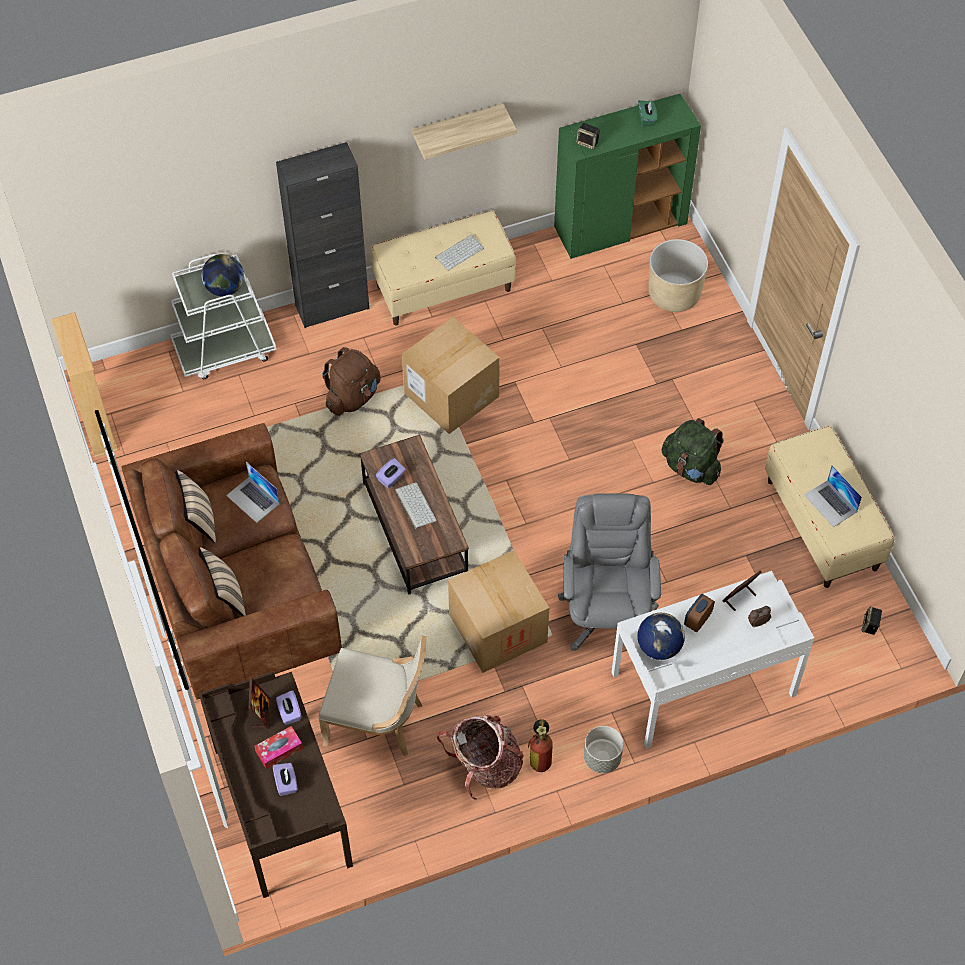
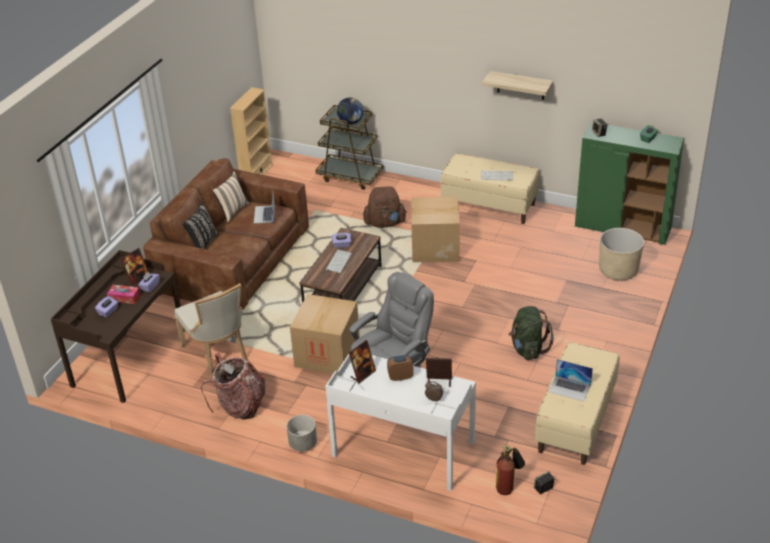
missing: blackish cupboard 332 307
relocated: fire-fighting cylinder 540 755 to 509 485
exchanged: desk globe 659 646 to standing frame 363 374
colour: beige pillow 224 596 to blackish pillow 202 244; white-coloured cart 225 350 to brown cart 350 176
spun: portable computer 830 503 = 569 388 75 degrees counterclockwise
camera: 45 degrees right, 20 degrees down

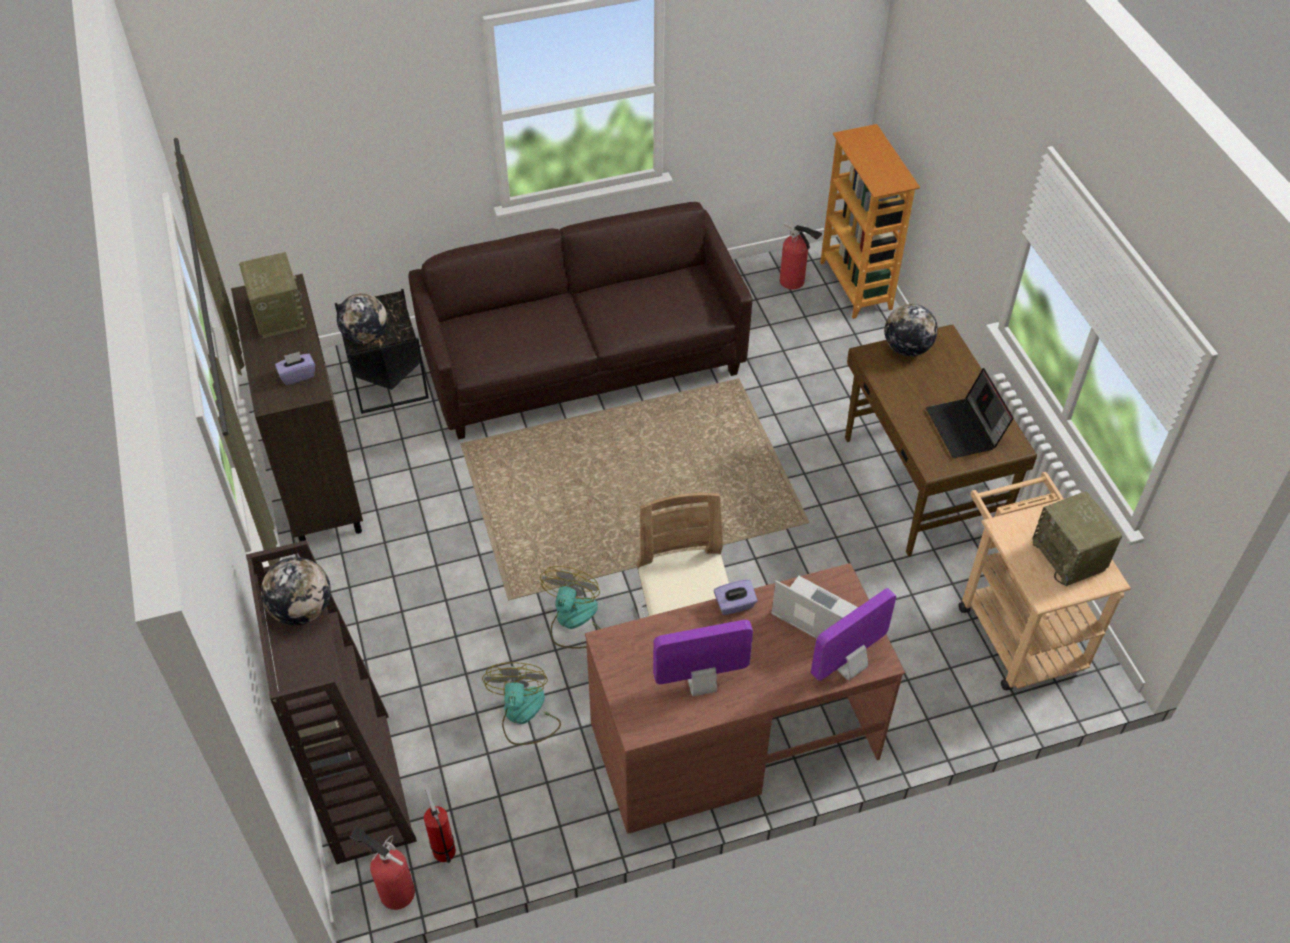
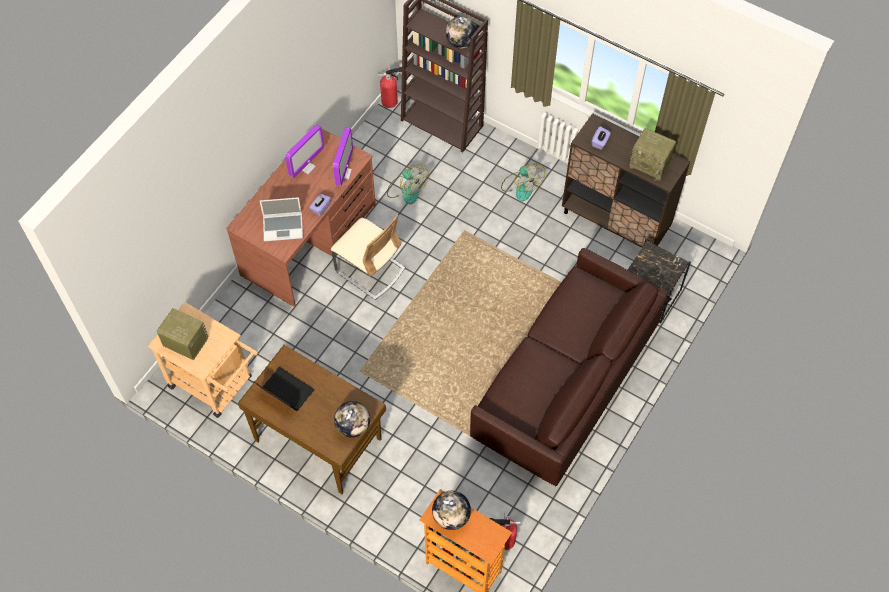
missing: fire-fighting cylinder 443 848
relocated: monitor 848 666 to 343 173; desk globe 365 336 to 451 516; fan 573 621 to 521 186
camera: 140 degrees right, 10 degrees up

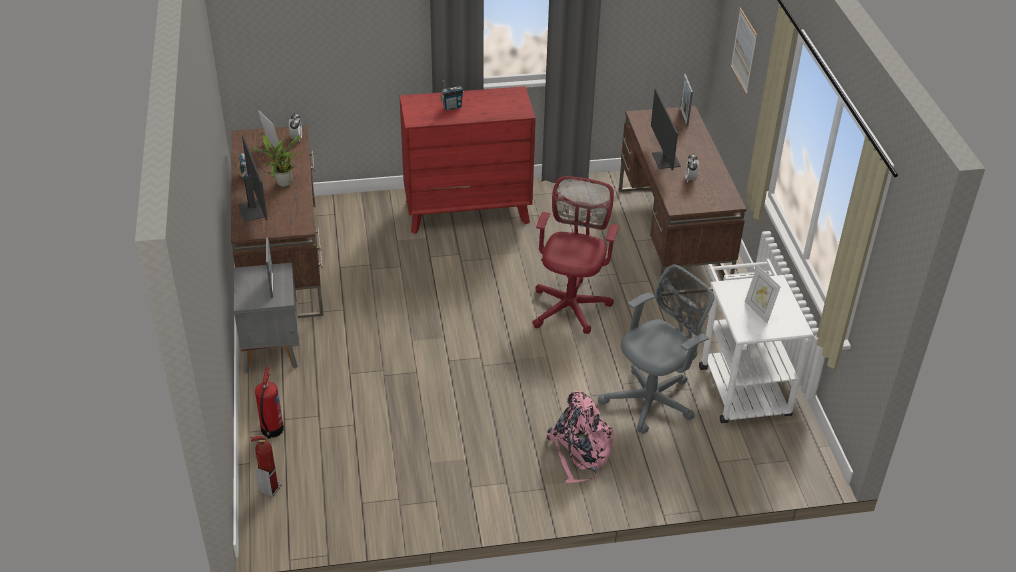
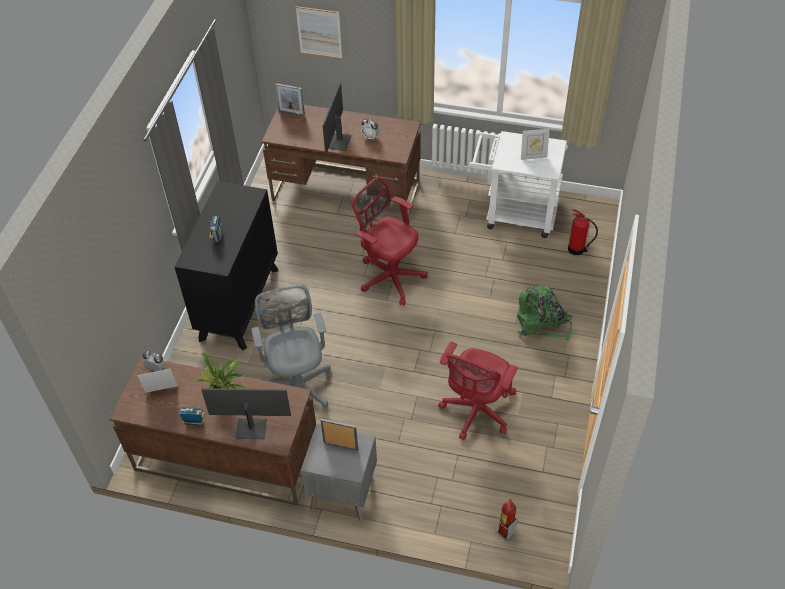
appeared: red-coloured office chair 476 412
relocated: grey office chair 653 399 to 298 385; fire-fighting cylinder 271 430 to 577 250
colour: red-coloured chest of drawers 467 212 to blackish chest of drawers 239 303; pinkish rucksack 580 452 to greenish rucksack 542 322
spun: monitor 665 160 = 339 142 90 degrees clockwise
camera: 65 degrees left, 10 degrees up

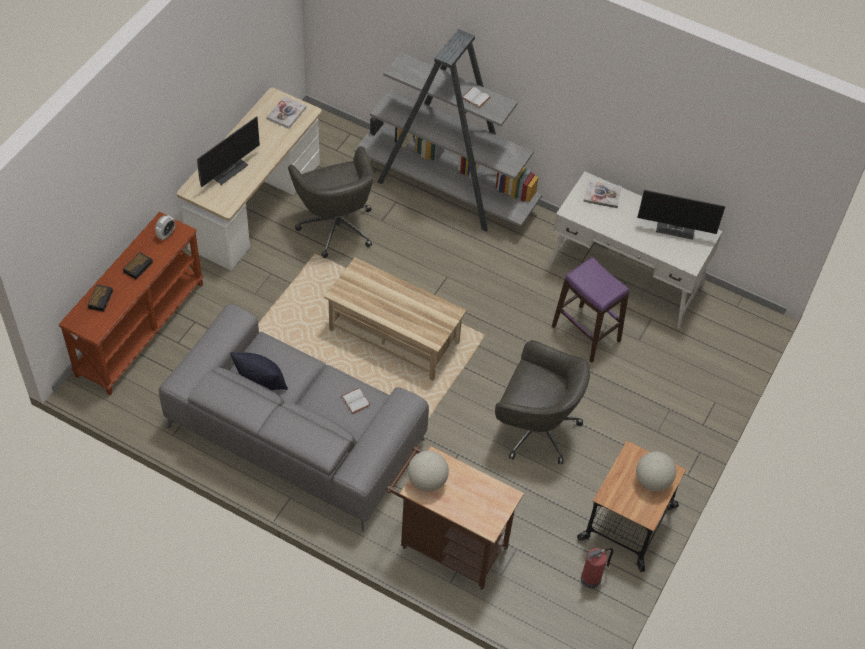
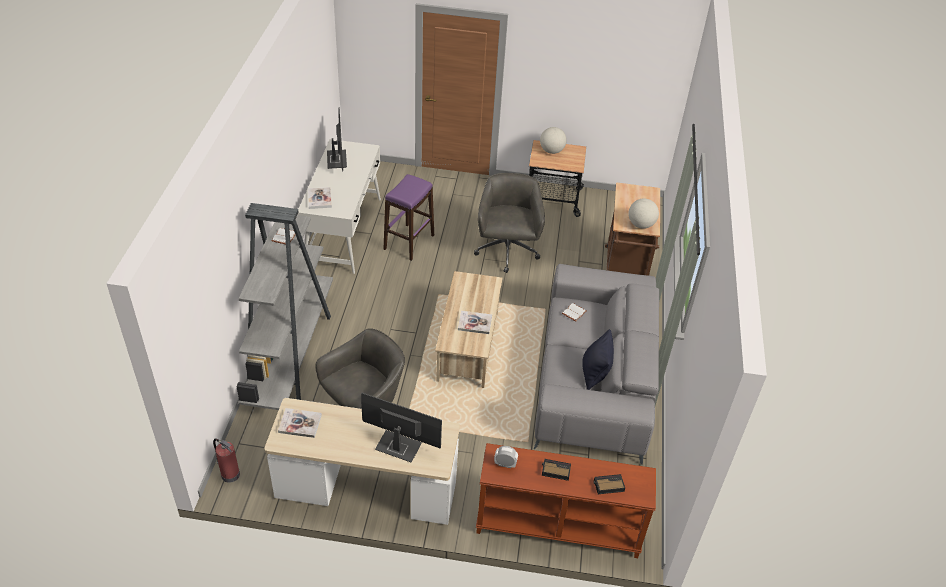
appeared: volume 475 323
relocated: fire-fighting cylinder 592 578 to 229 474
camera: 110 degrees left, 10 degrees down

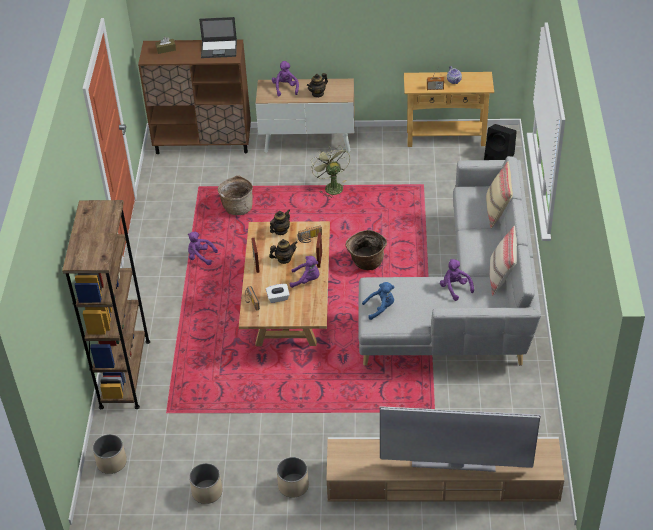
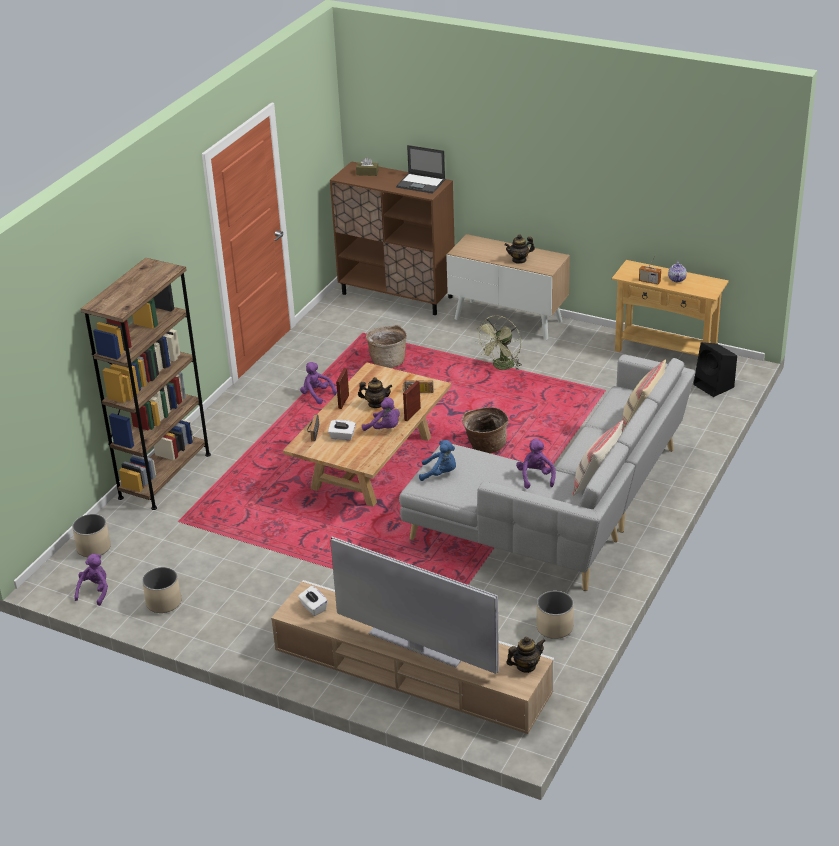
appeared: white-coloured box of tissues 313 608
relocated: purple-coloured plush toy 285 88 to 95 591; teapot 280 231 to 526 666; beige planter 293 485 to 554 627
spun: greenish fan 331 186 = 501 367 150 degrees counterclockwise
camera: 25 degrees right, 10 degrees down

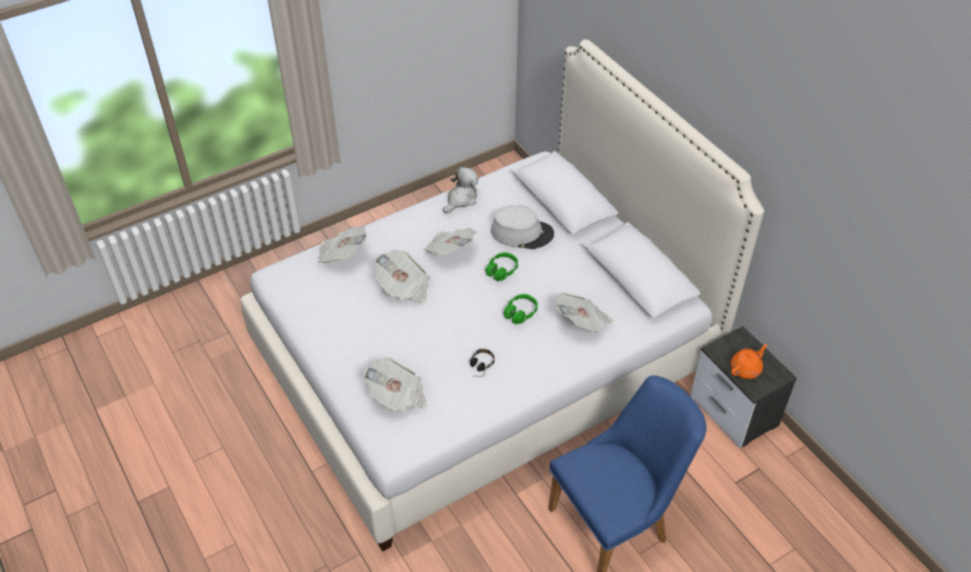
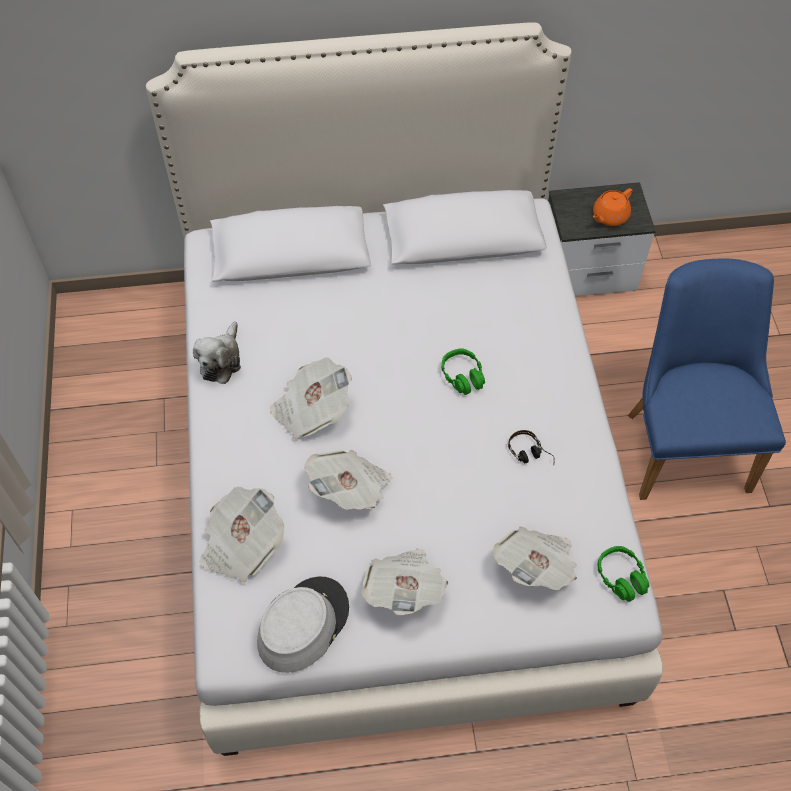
relocated: grey hat 522 233 to 302 624; daily paper 583 322 to 405 589; greenish pair of headphones 501 271 to 621 577
spun: plush toy 461 199 = 221 360 135 degrees counterclockwise; orange teapot 746 369 = 609 216 120 degrees counterclockwise
camera: 65 degrees left, 10 degrees up

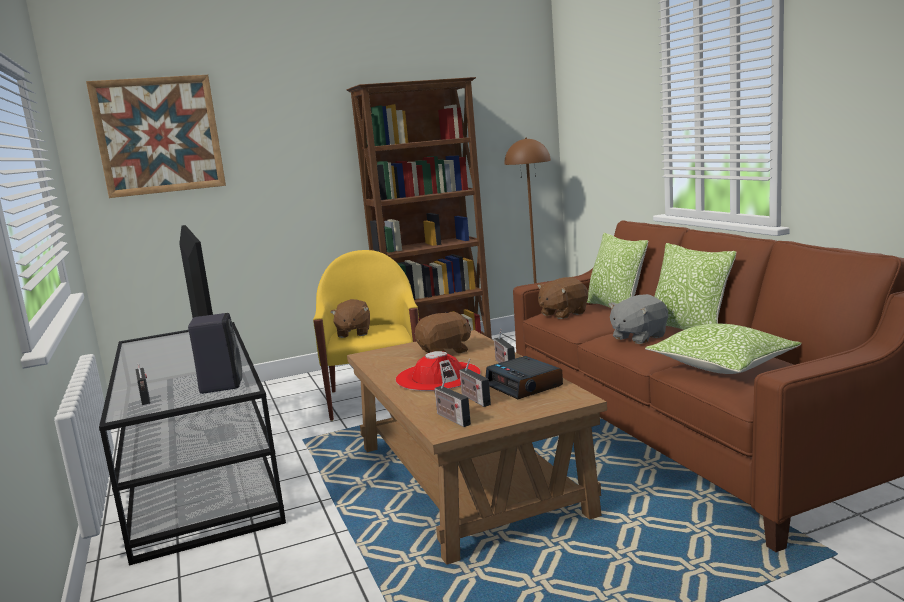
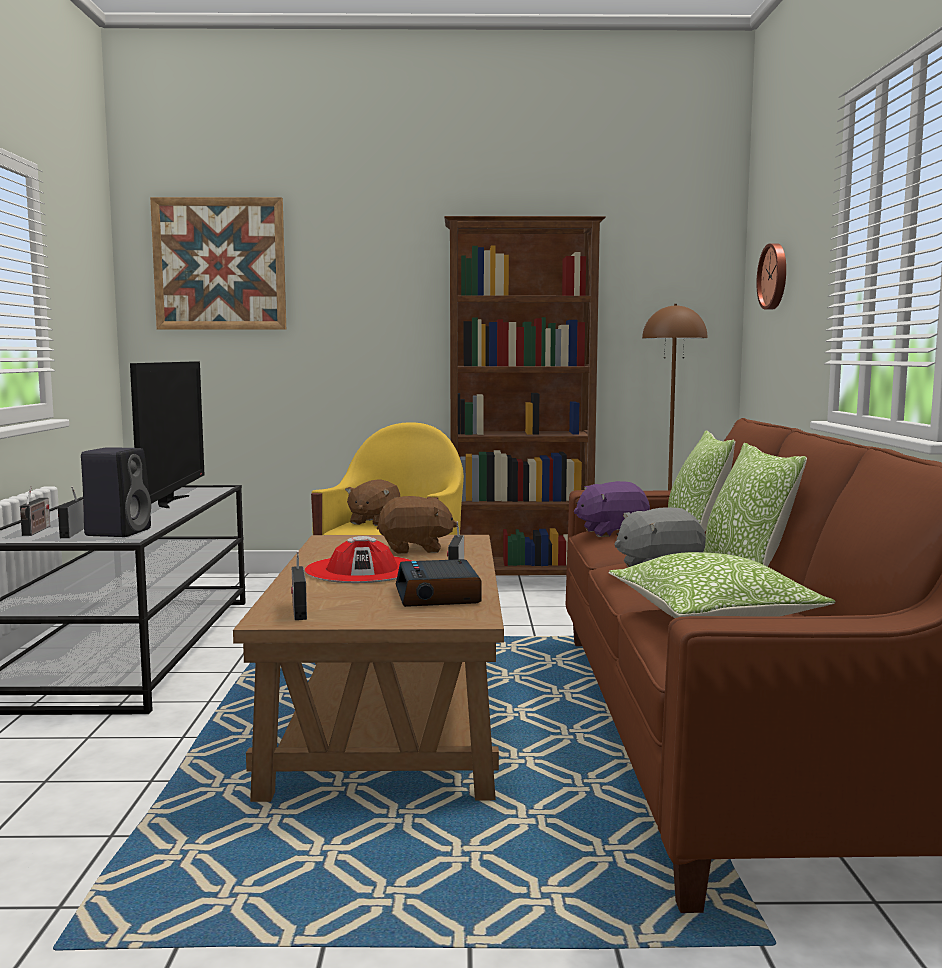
appeared: clock on the wall 775 276
relocated: radio 474 399 to 72 532
colour: brown plush toy 562 314 to purple-coloured plush toy 611 532
camera: 20 degrees right, 5 degrees down

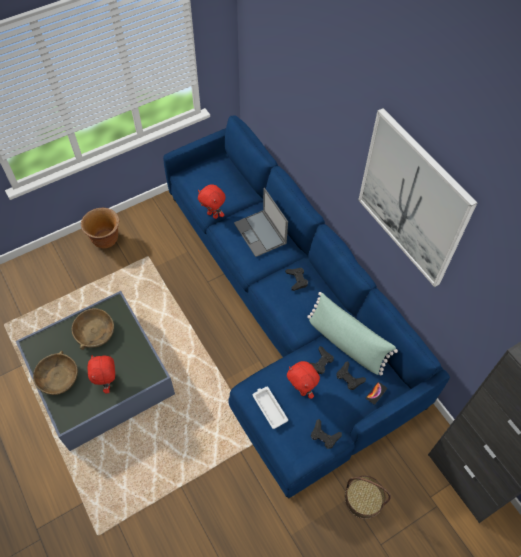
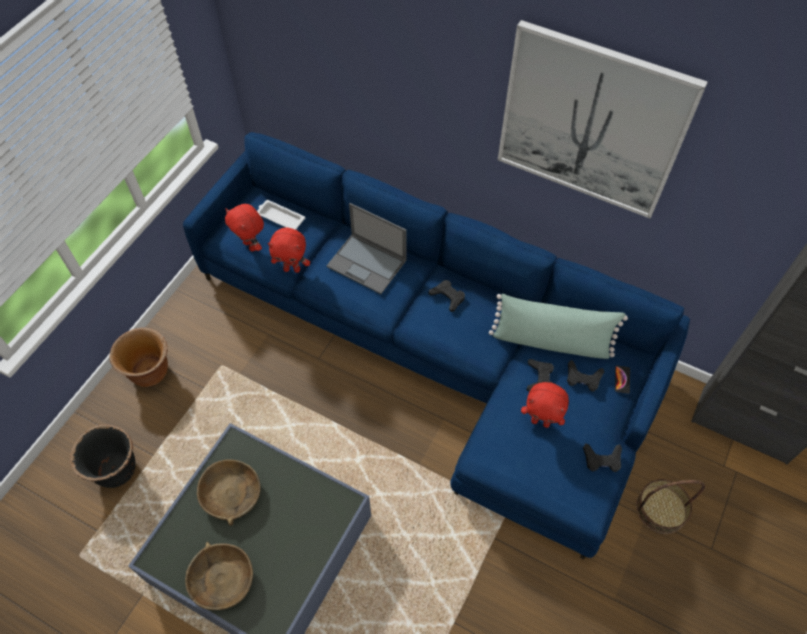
appeared: blackish planter 116 470
relocated: red-coloured plush toy 108 383 to 251 246; white-coloured serving tray 269 407 to 280 217
camera: 30 degrees left, 0 degrees up

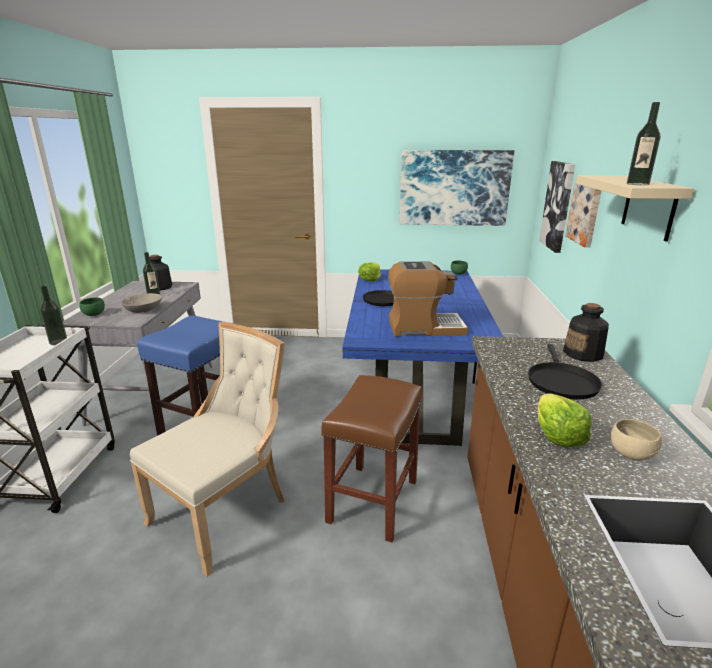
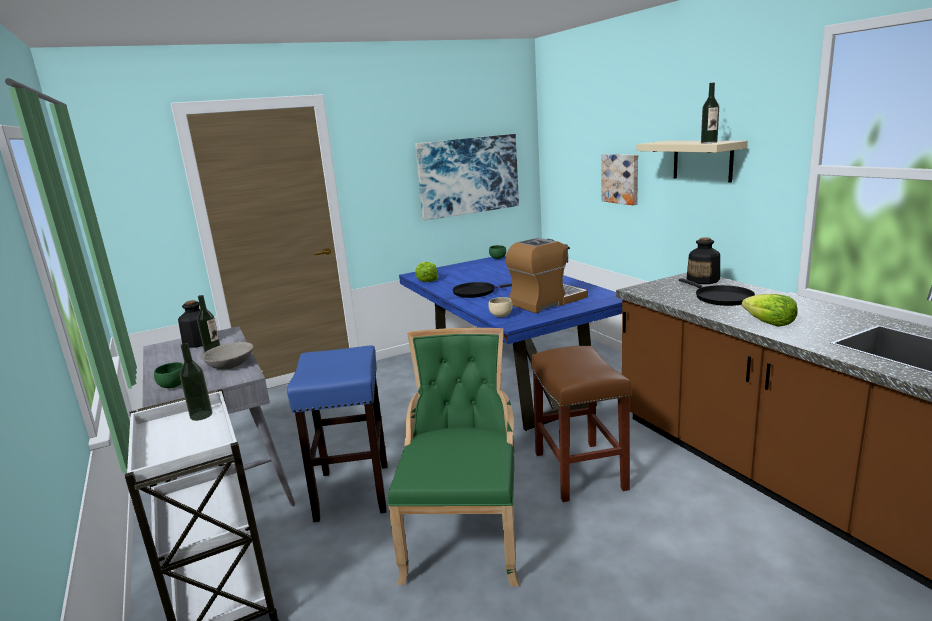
missing: picture 558 206
relocated: beige bowl 629 453 to 500 315
colour: beige upright chair 225 511 to greenish upright chair 464 536
camera: 30 degrees left, 5 degrees down

